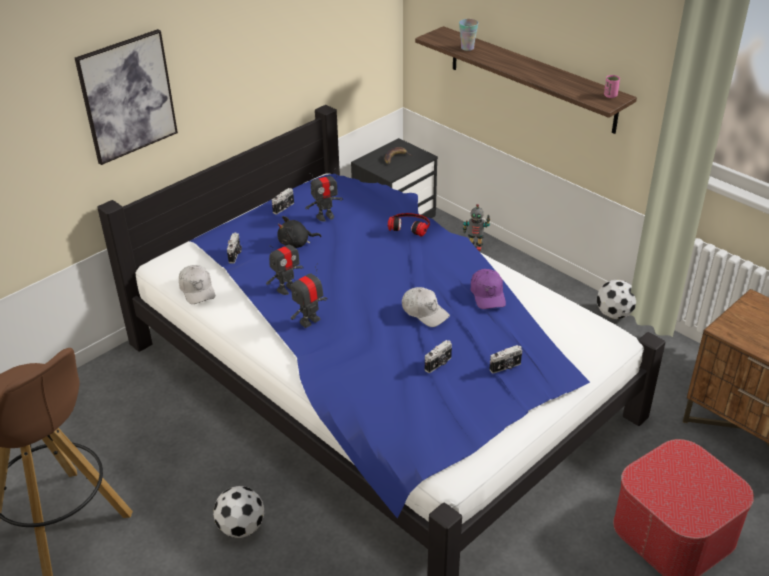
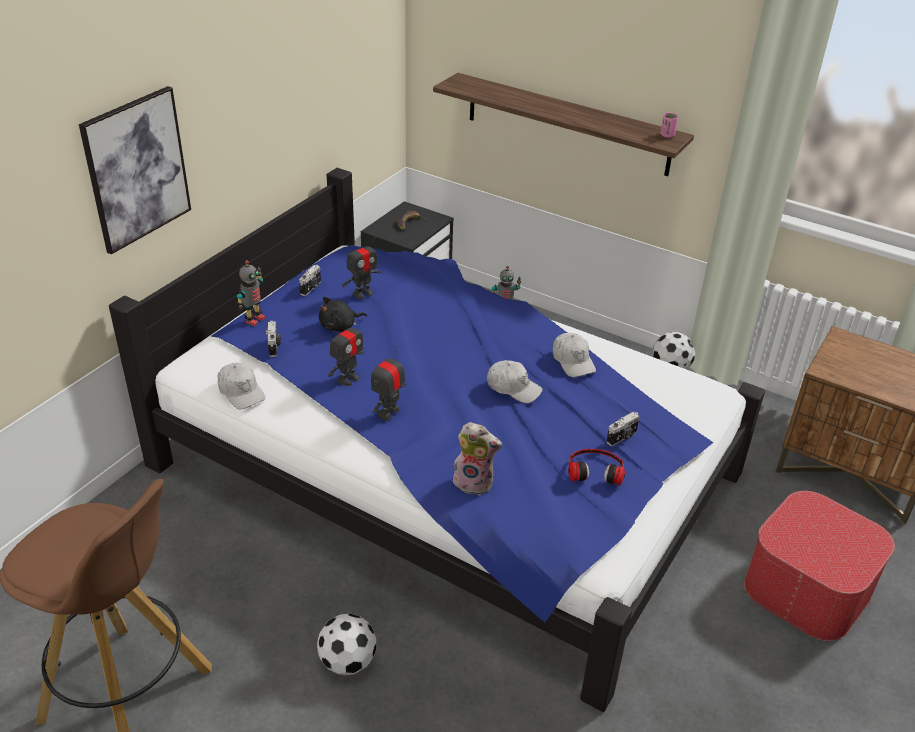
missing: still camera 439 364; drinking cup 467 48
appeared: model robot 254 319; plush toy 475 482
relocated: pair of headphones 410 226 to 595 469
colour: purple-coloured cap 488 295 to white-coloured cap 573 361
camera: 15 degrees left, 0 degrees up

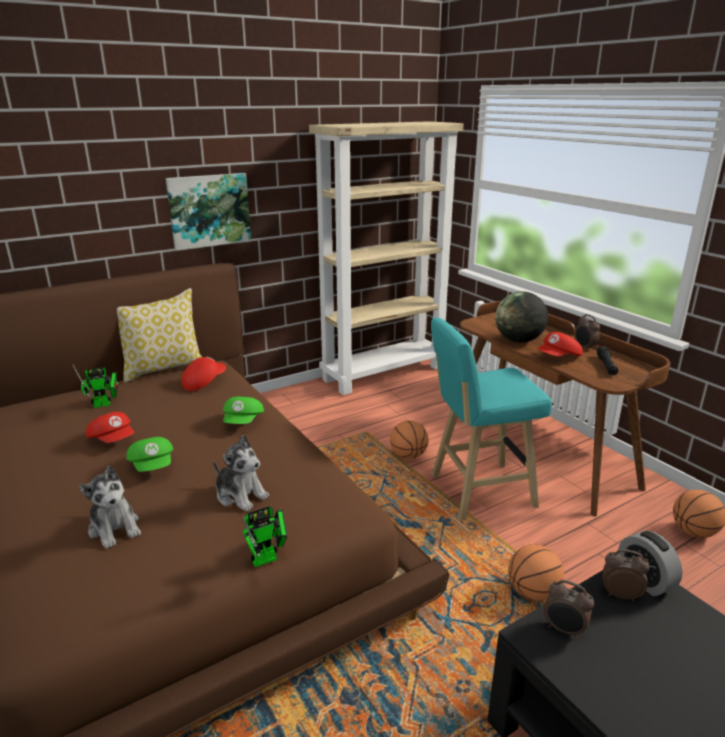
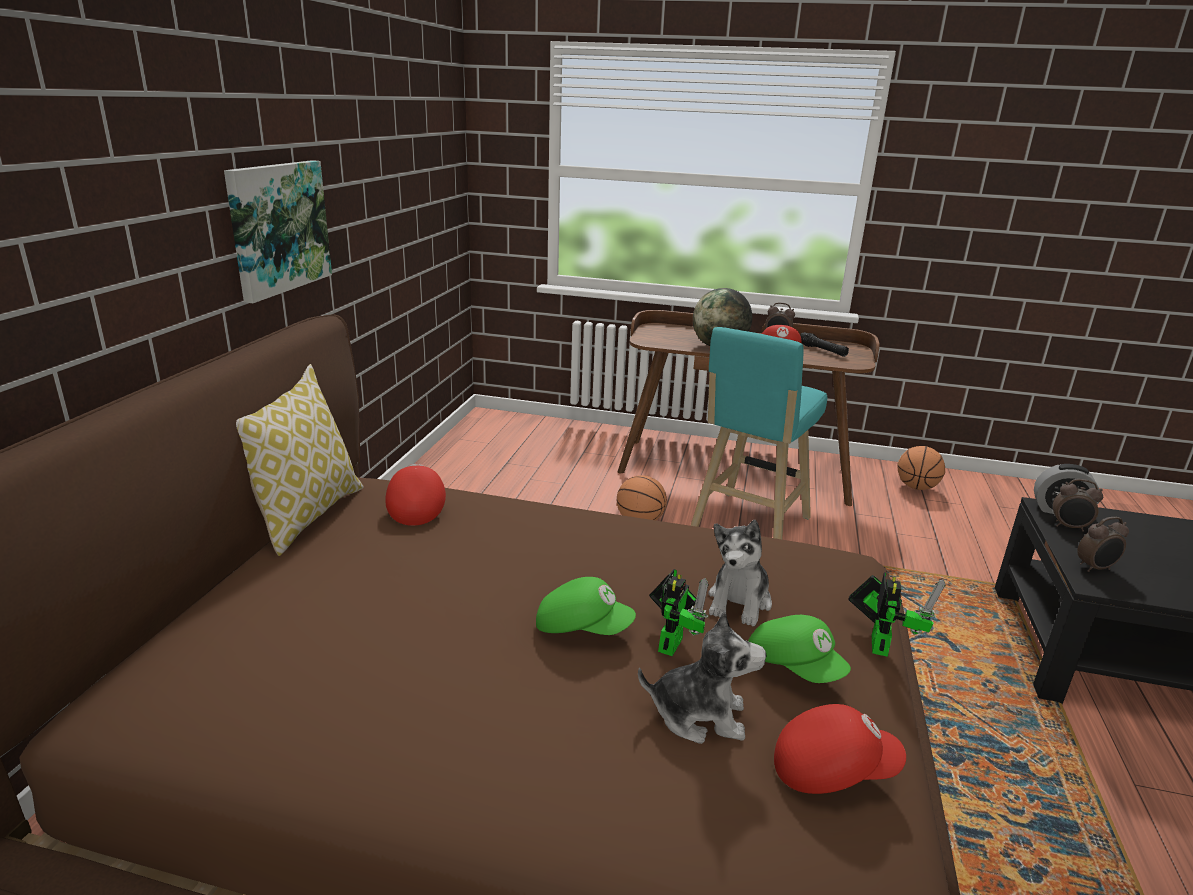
missing: beige bookshelf 384 372; basketball 532 592
relocated: model robot 105 404 to 672 641; greenish cap 244 422 to 794 666; red-coloured cap 113 439 to 832 769
spun: plush toy 240 495 = 739 602 120 degrees clockwise; bedside clock 620 594 = 1069 527 135 degrees counterclockwise
camera: 45 degrees left, 0 degrees up

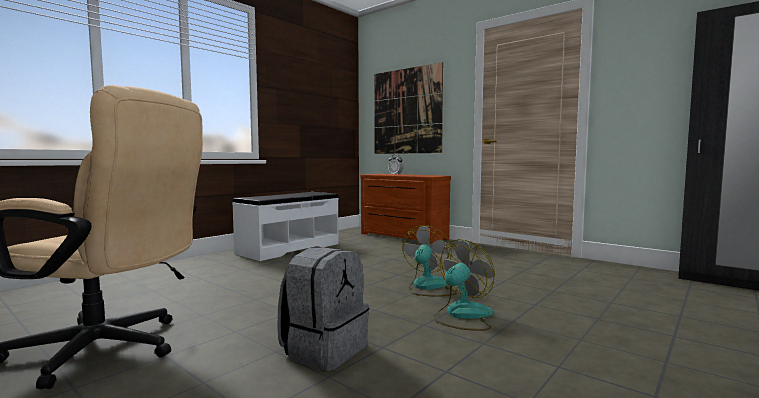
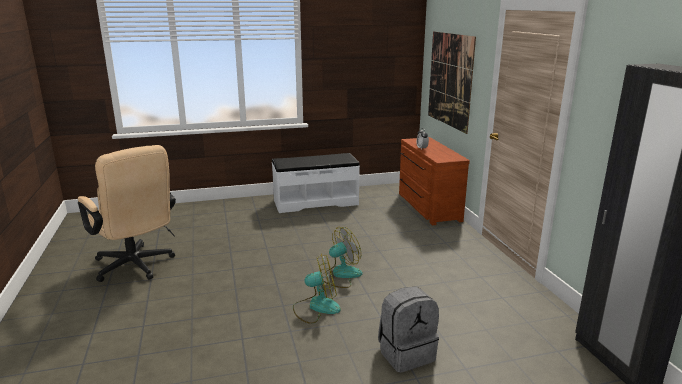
relocated: grey rucksack 324 350 to 406 353
camera: 35 degrees right, 15 degrees up

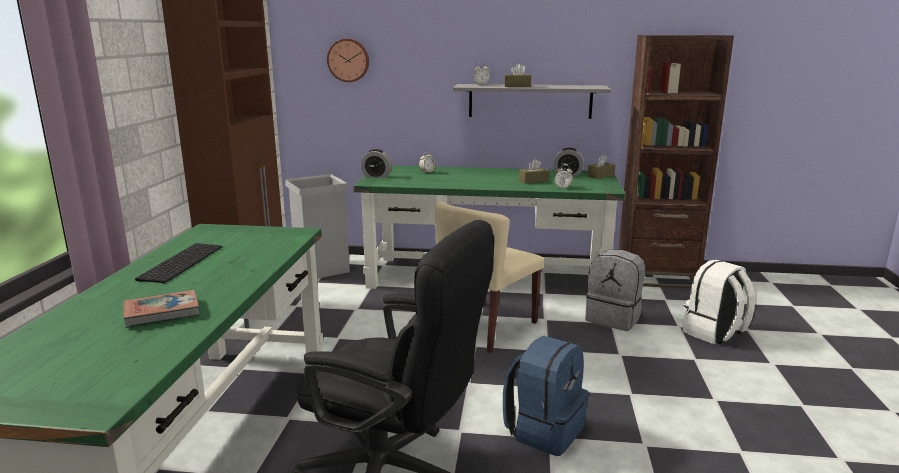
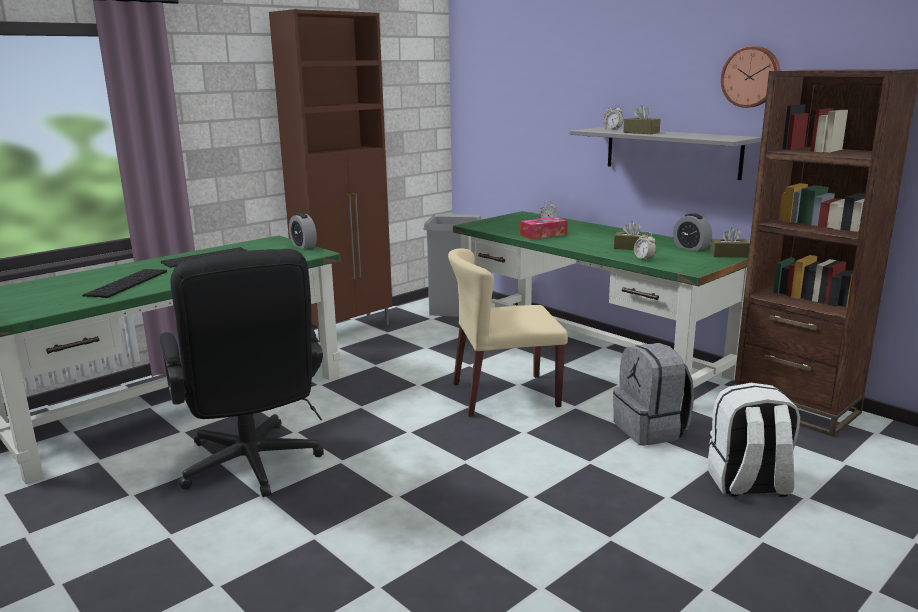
missing: bluish rucksack 544 430
appeared: box of tissues 543 234
relocated: bedside clock 377 176 to 303 246; clock on the wall 348 60 to 751 77
exchanged: volume 162 313 to keyboard 128 283
camera: 40 degrees right, 0 degrees up

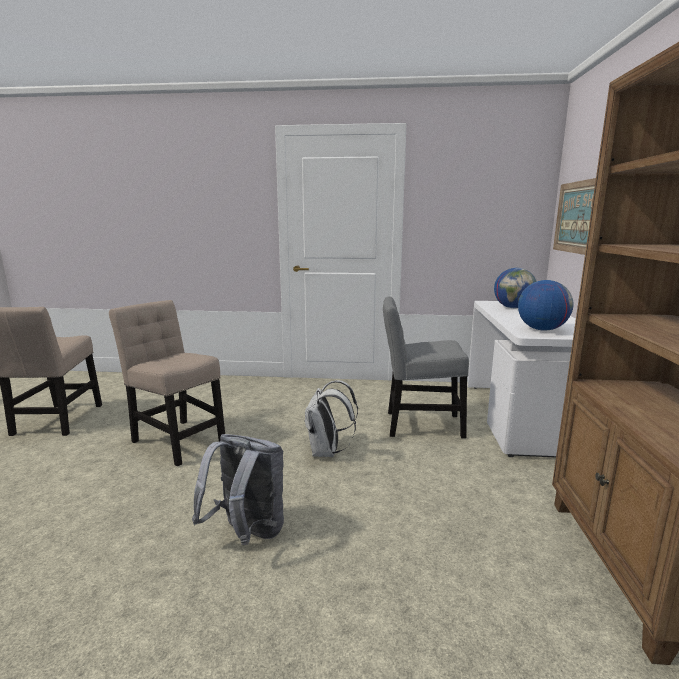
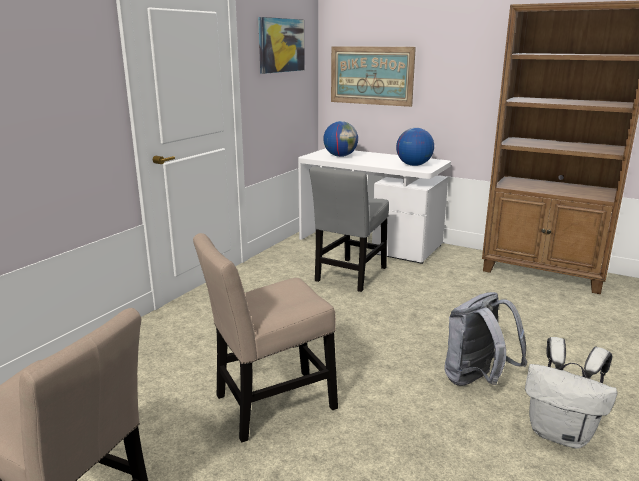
appeared: picture 281 45
relocated: white-coloured rucksack 327 452 to 561 434
camera: 65 degrees left, 5 degrees up

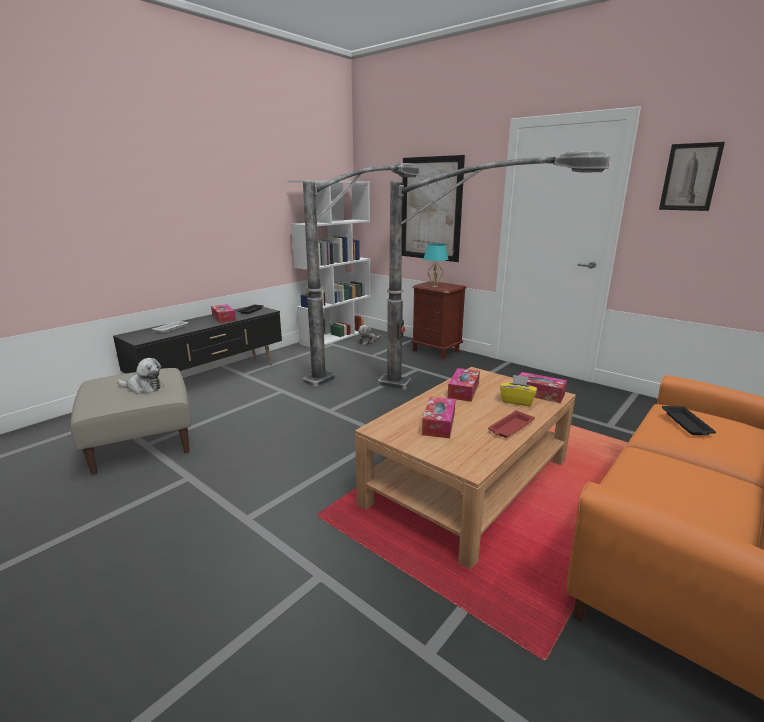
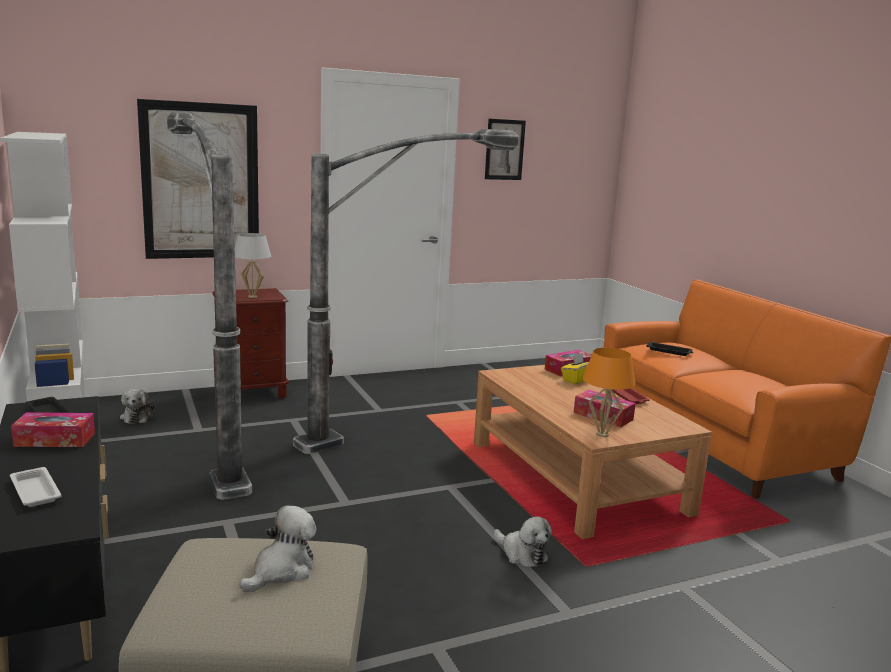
missing: box of tissues 463 391
appeared: plush toy 522 554; orange lamp for a table 602 434
colour: turquoise-coloured lamp for a table 434 286 to white-coloured lamp for a table 252 297
camera: 65 degrees left, 5 degrees down

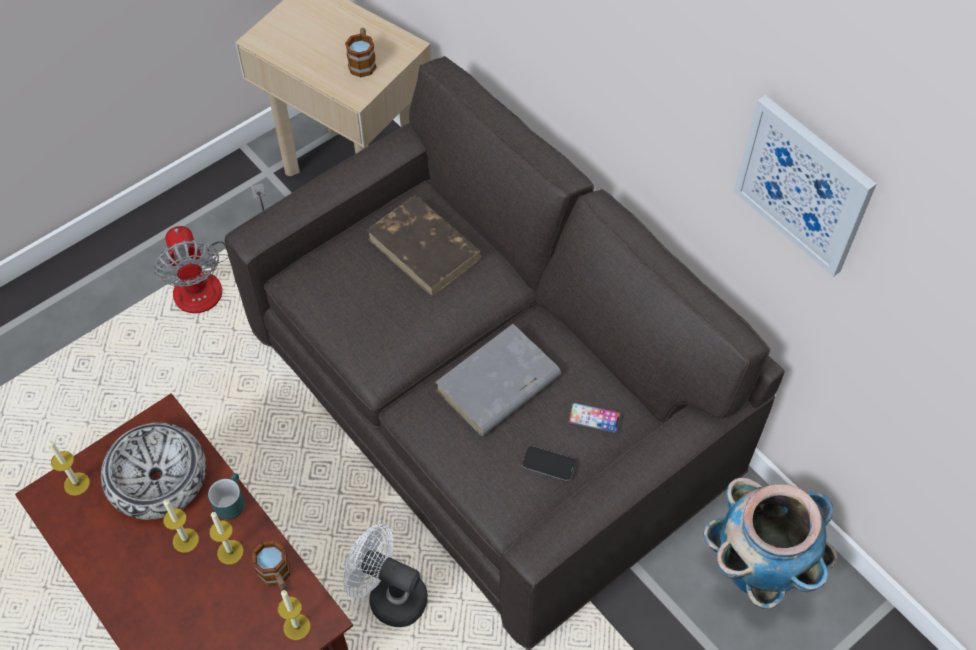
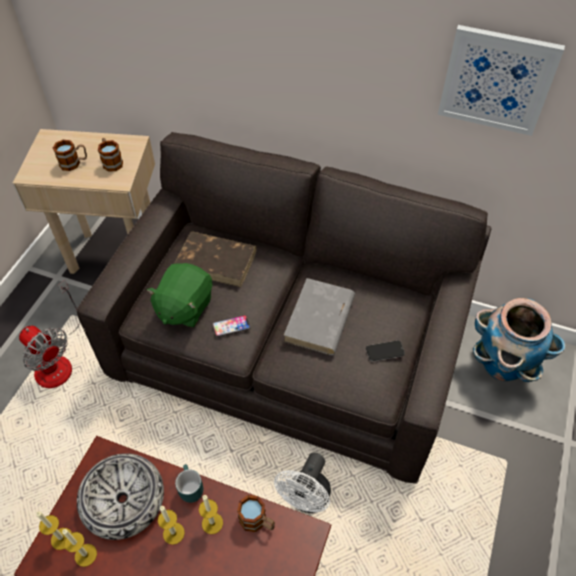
appeared: coffee mug 74 163; greenish plush toy 184 307
relocated: wax candle 296 627 to 85 555; handset 594 418 to 231 326
spun: white-coloured fan 389 596 = 306 499 60 degrees counterclockwise
camera: 30 degrees left, 5 degrees down

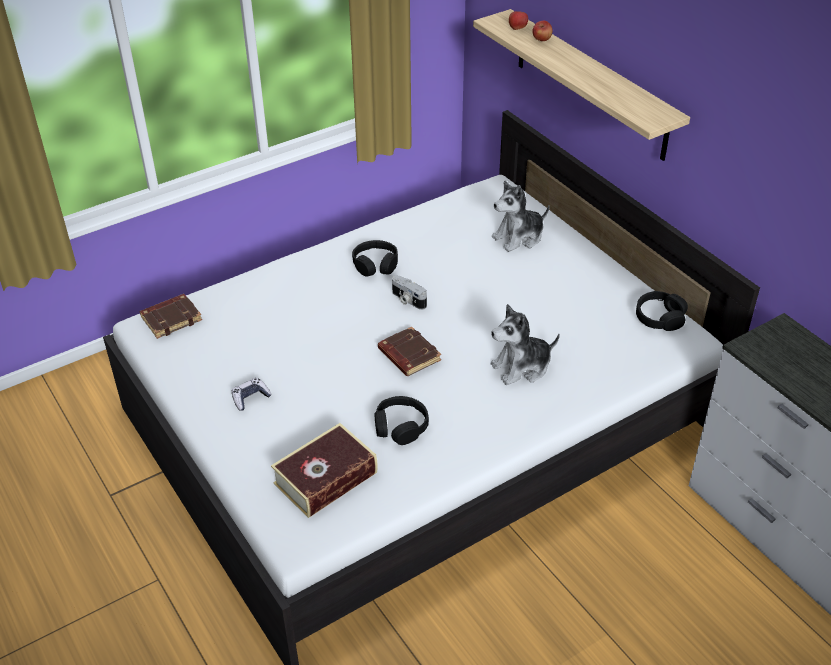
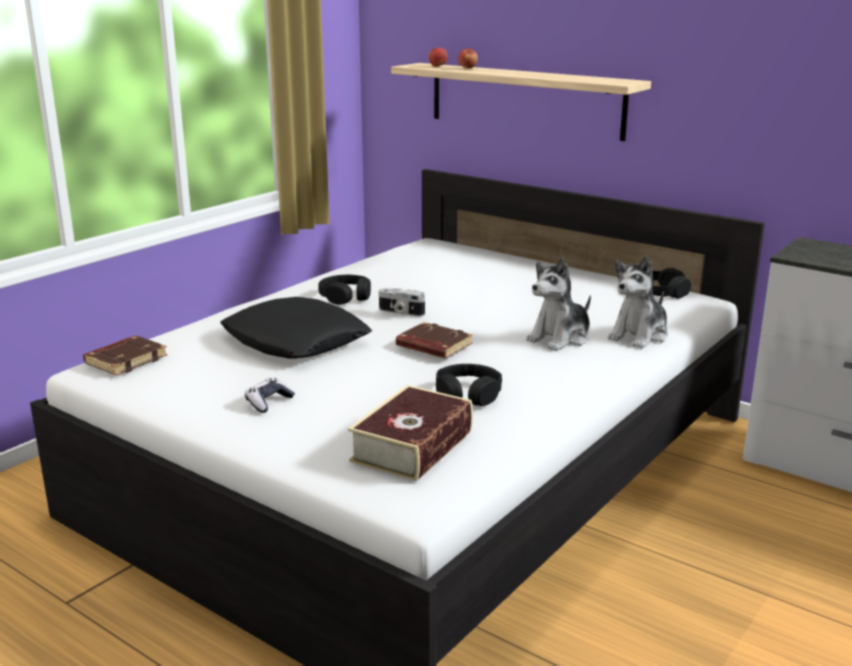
appeared: blackish pillow 296 341
relocated: plush toy 519 237 to 639 335
camera: 20 degrees left, 20 degrees down

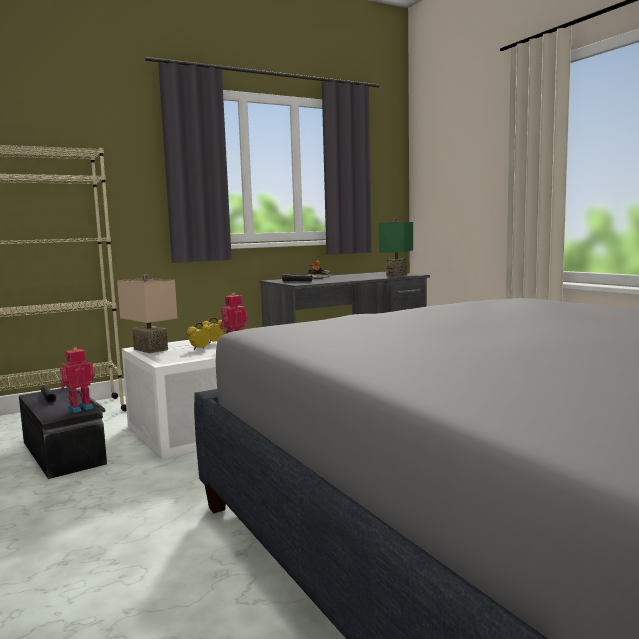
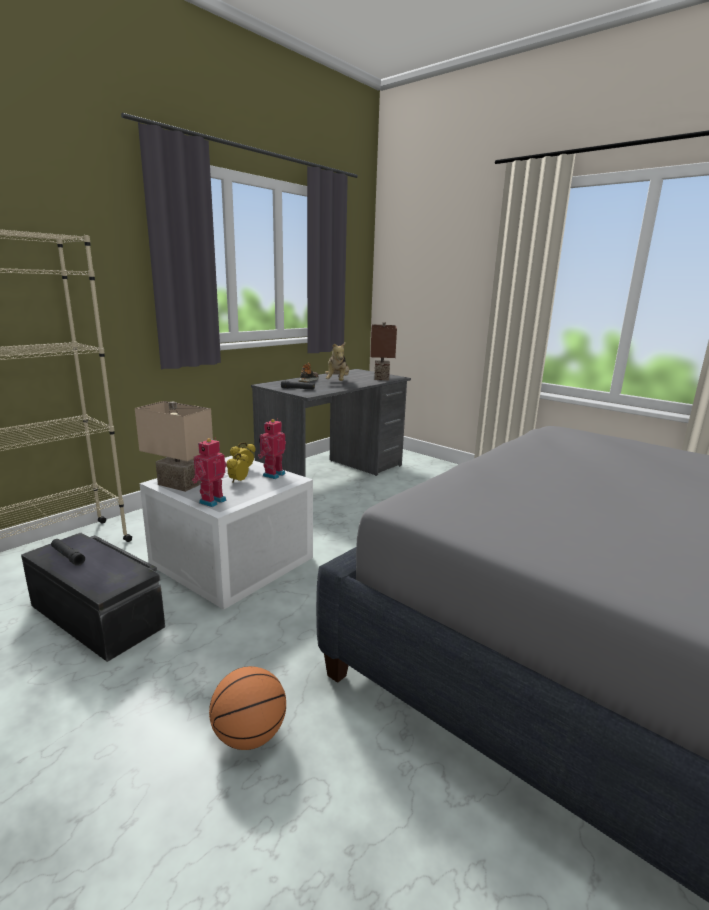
appeared: basketball 249 735; plush toy 337 382
relocated: model robot 80 408 to 211 501
colour: greenish lamp for a table 398 275 to brown lamp for a table 382 378
camera: 20 degrees left, 10 degrees up

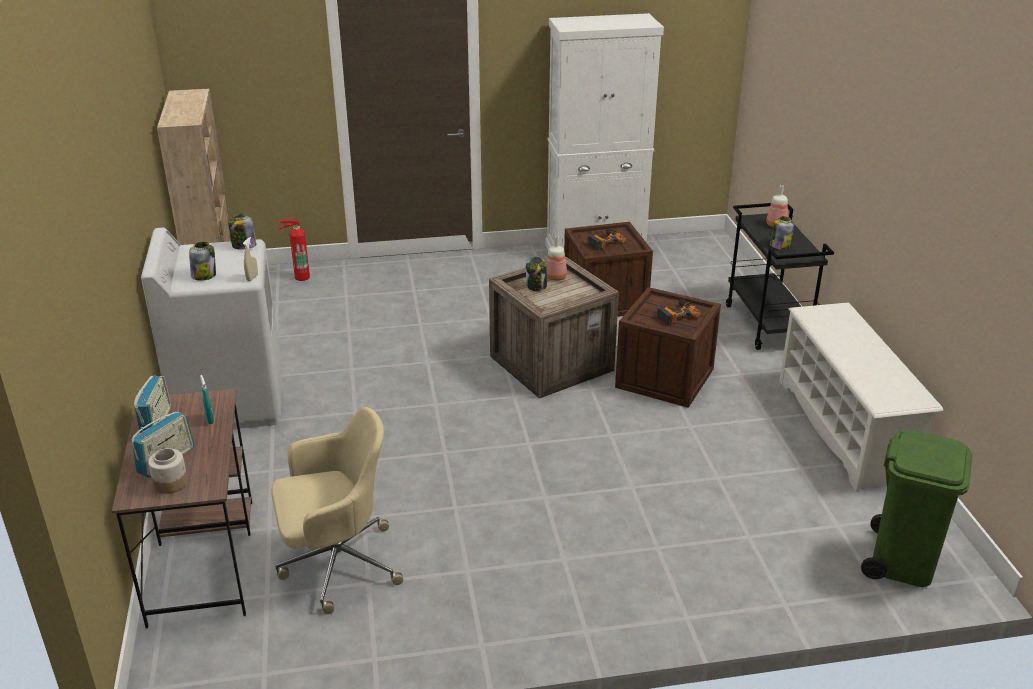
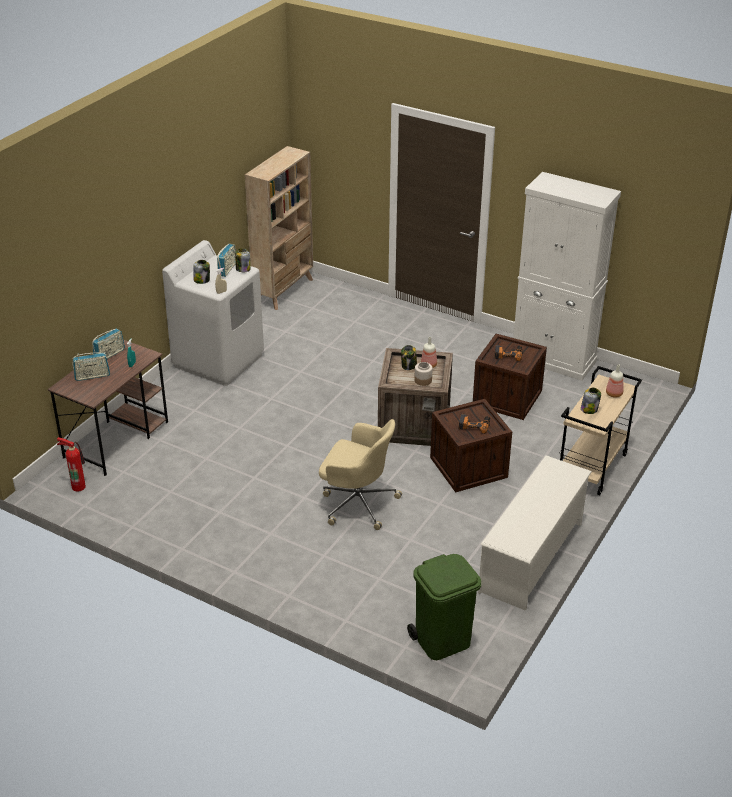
appeared: radio 227 269
relocated: fire-fighting cylinder 300 277 to 78 486; beige office chair 336 564 to 357 502; storage jar 171 483 to 423 380
colour: blackish cart 768 325 to beige cart 592 468
camera: 40 degrees right, 5 degrees up

